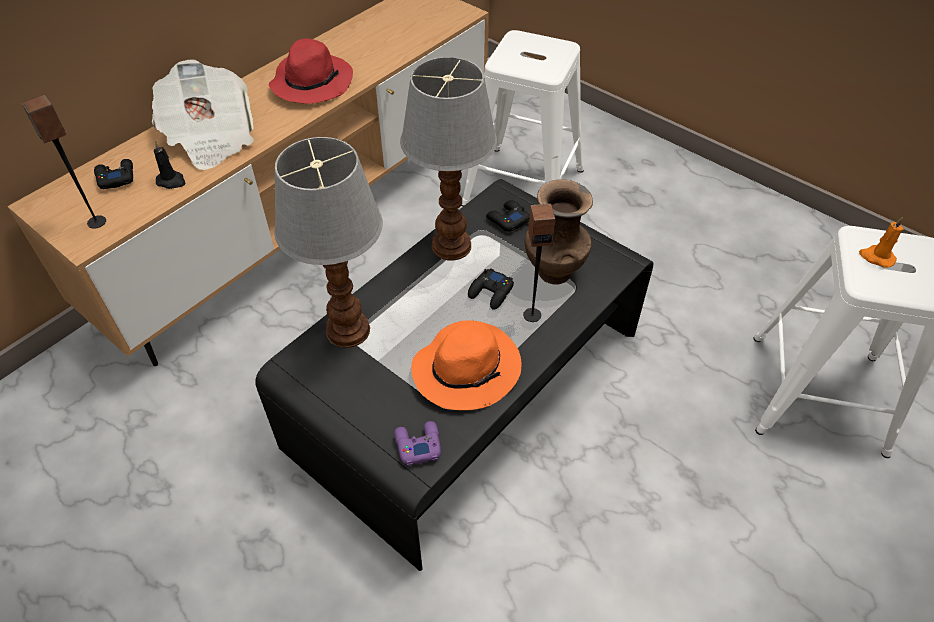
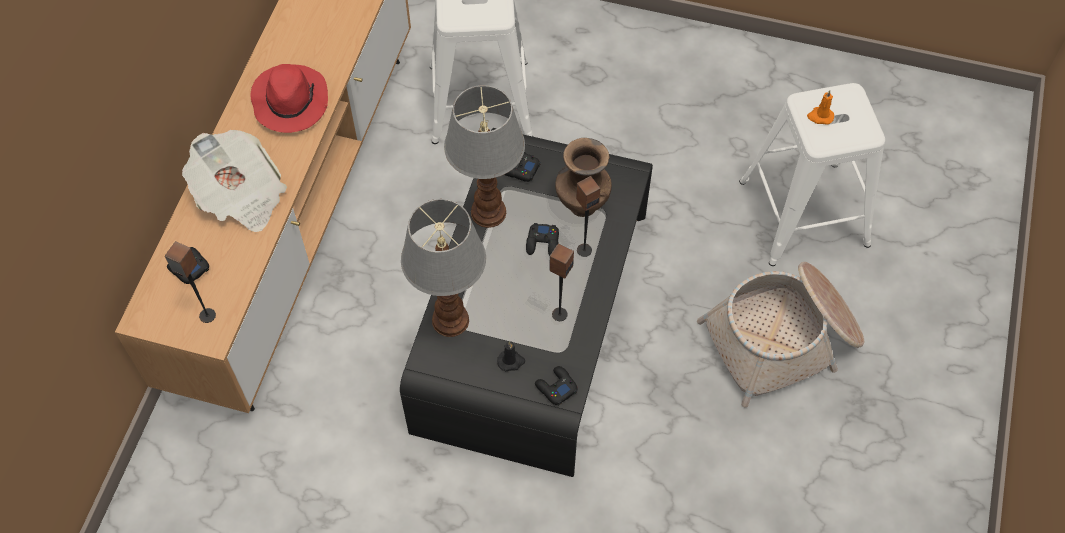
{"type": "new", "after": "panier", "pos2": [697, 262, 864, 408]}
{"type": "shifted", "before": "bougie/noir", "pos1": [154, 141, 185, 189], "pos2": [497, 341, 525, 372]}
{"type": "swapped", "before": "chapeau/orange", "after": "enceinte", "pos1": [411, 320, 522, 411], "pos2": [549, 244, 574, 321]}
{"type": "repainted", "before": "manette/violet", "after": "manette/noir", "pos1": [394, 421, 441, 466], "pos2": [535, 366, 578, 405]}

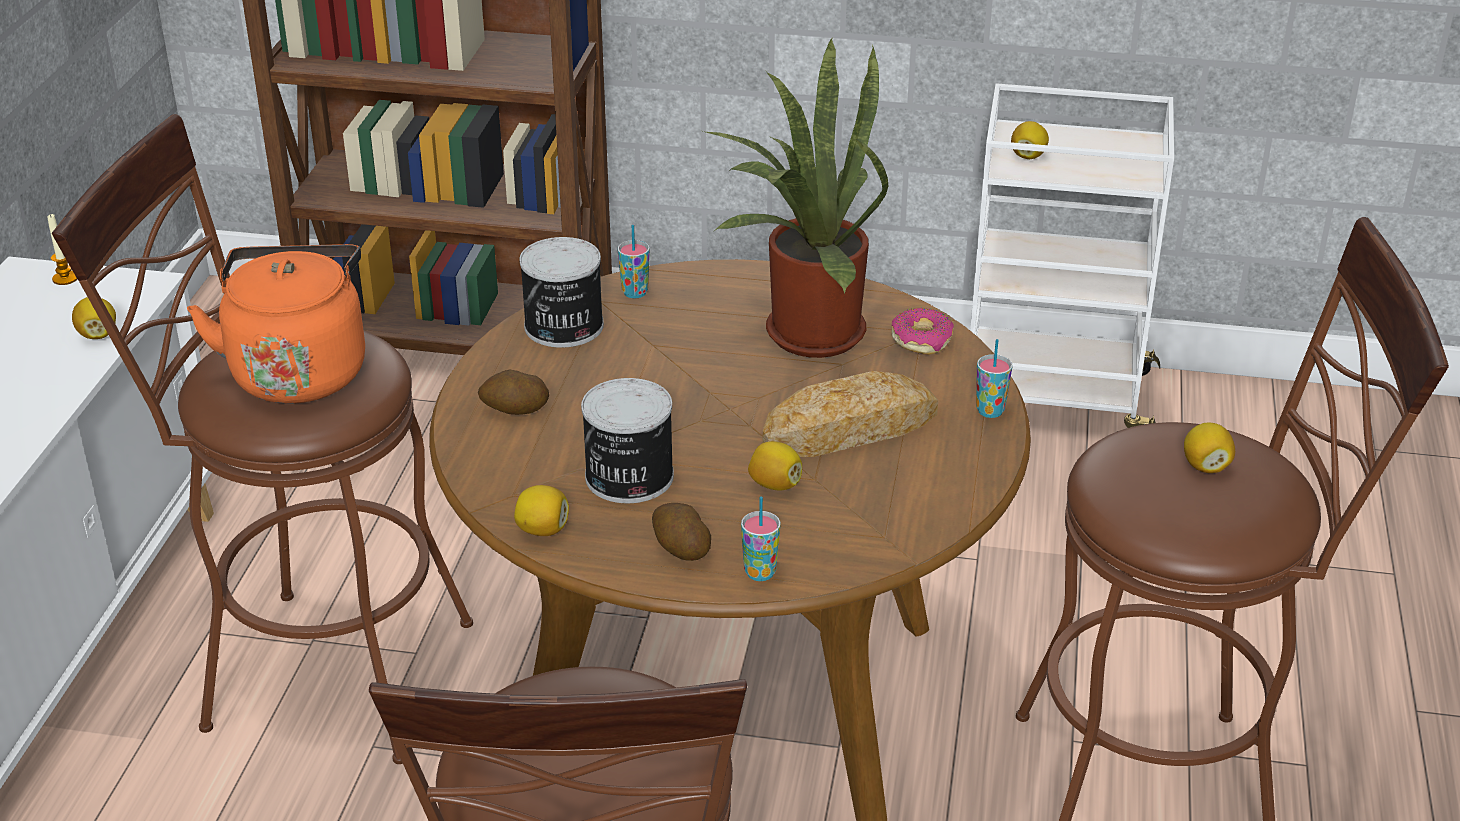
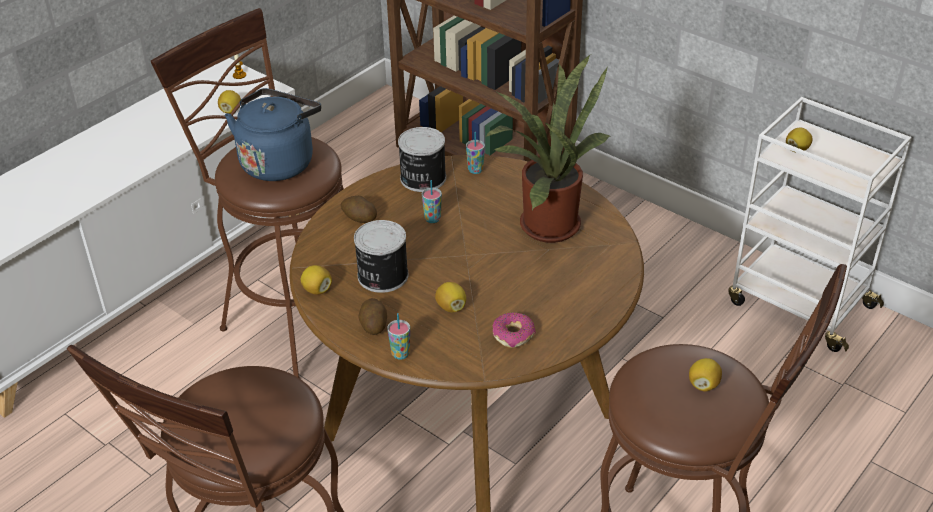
{"type": "gone", "before": "pain", "pos1": [763, 371, 938, 457]}
{"type": "shifted", "before": "beignet", "pos1": [891, 308, 954, 355], "pos2": [493, 312, 536, 348]}
{"type": "shifted", "before": "tasse", "pos1": [976, 339, 1013, 418], "pos2": [422, 180, 442, 223]}
{"type": "repainted", "before": "bouilloire/orange", "after": "bouilloire/bleu", "pos1": [187, 244, 365, 404], "pos2": [225, 88, 321, 181]}

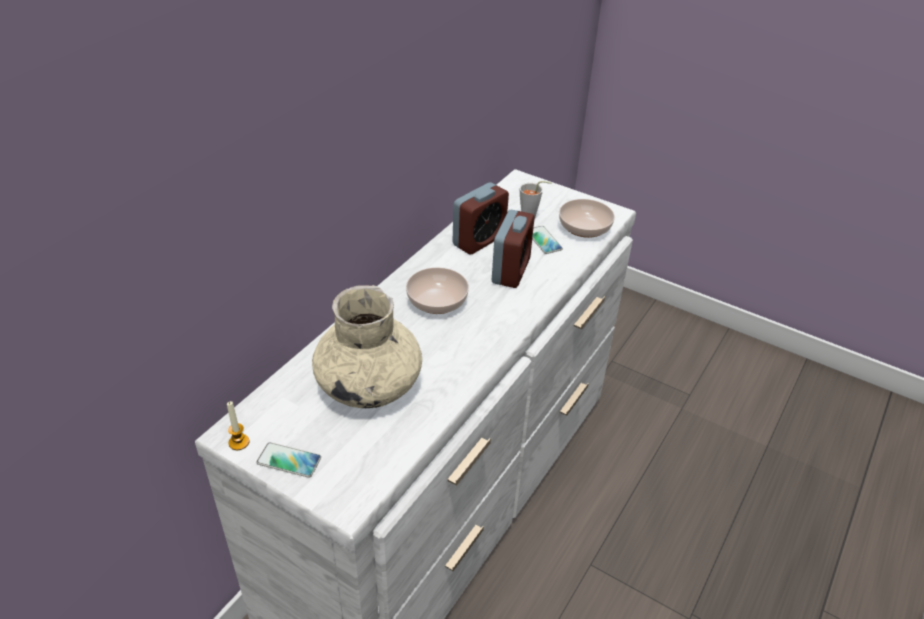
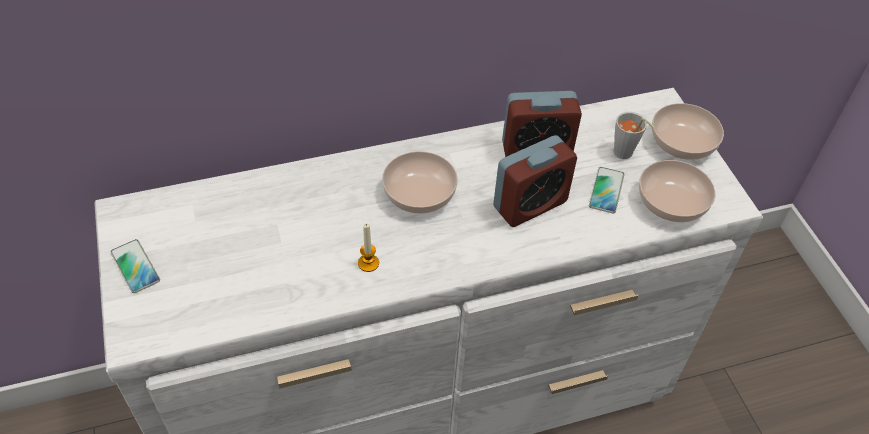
{"type": "gone", "before": "vase/beige", "pos1": [312, 285, 422, 408]}
{"type": "new", "after": "bol", "pos2": [652, 103, 724, 160]}
{"type": "shifted", "before": "bougie", "pos1": [227, 401, 249, 450], "pos2": [358, 224, 379, 272]}

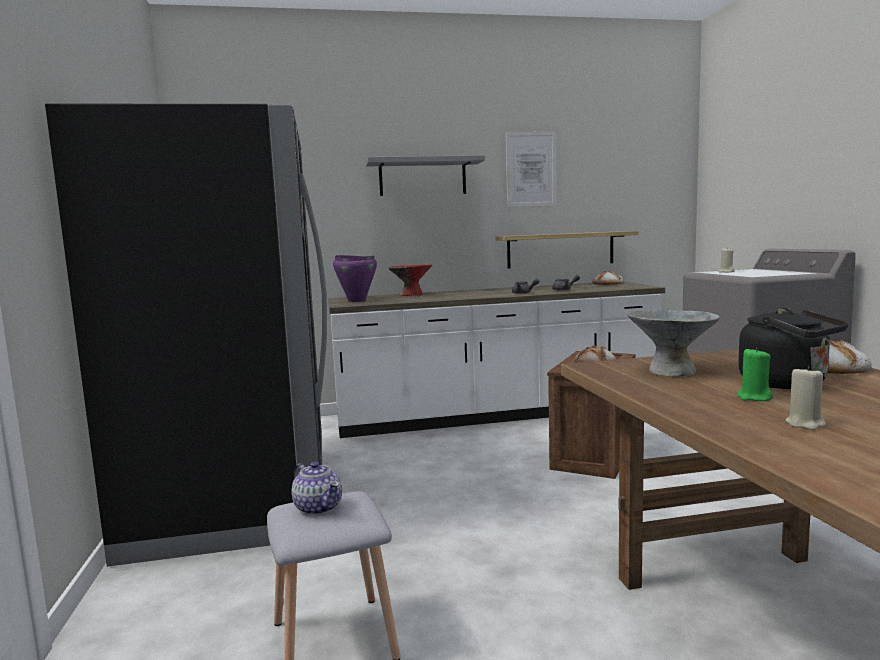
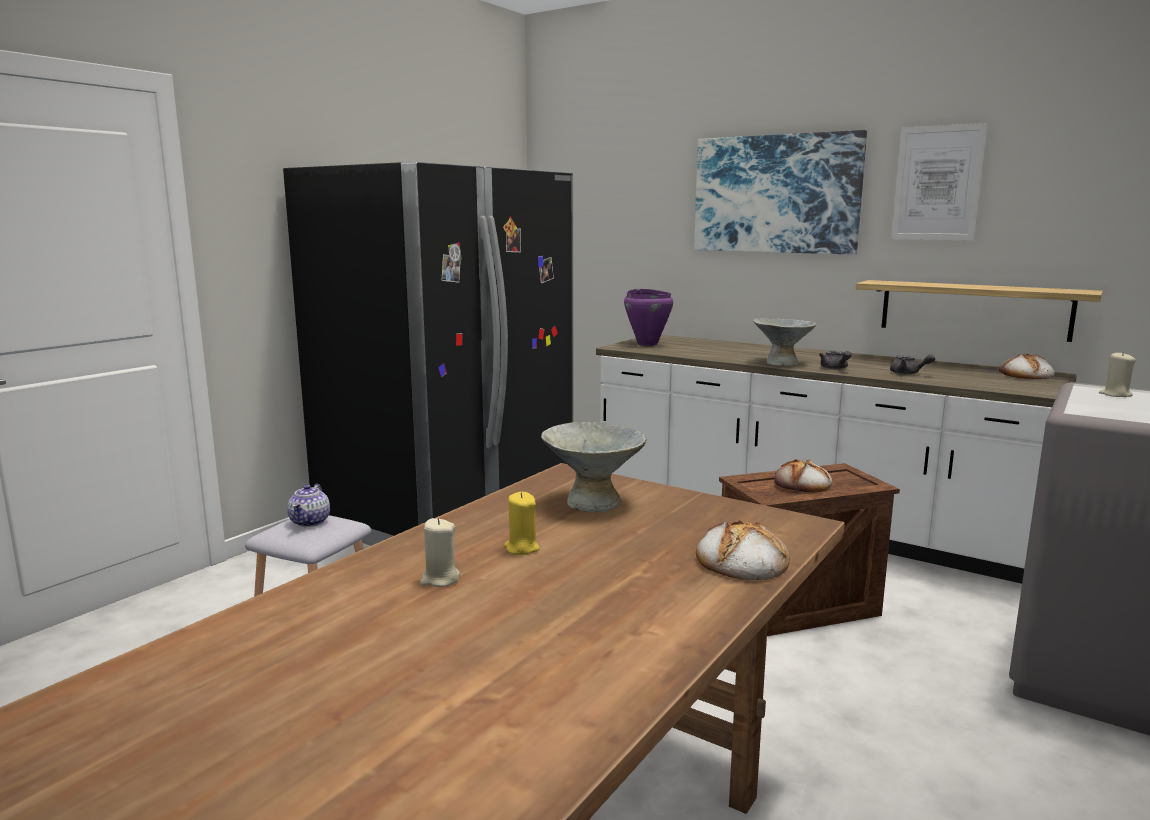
{"type": "gone", "before": "bol/rouge", "pos1": [389, 264, 432, 296]}
{"type": "gone", "before": "bouilloire/noir", "pos1": [738, 308, 848, 389]}
{"type": "new", "after": "bol/gris", "pos2": [753, 318, 816, 366]}
{"type": "swapped", "before": "étagère/gris", "after": "tableau", "pos1": [365, 155, 485, 196], "pos2": [694, 130, 867, 255]}
{"type": "repainted", "before": "bougie/vert", "after": "bougie/jaune", "pos1": [737, 347, 773, 401], "pos2": [504, 492, 540, 555]}

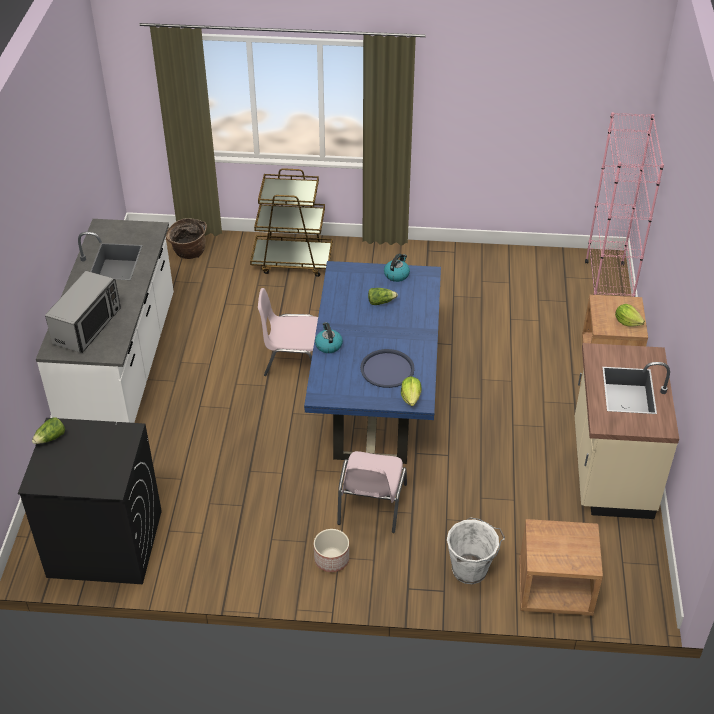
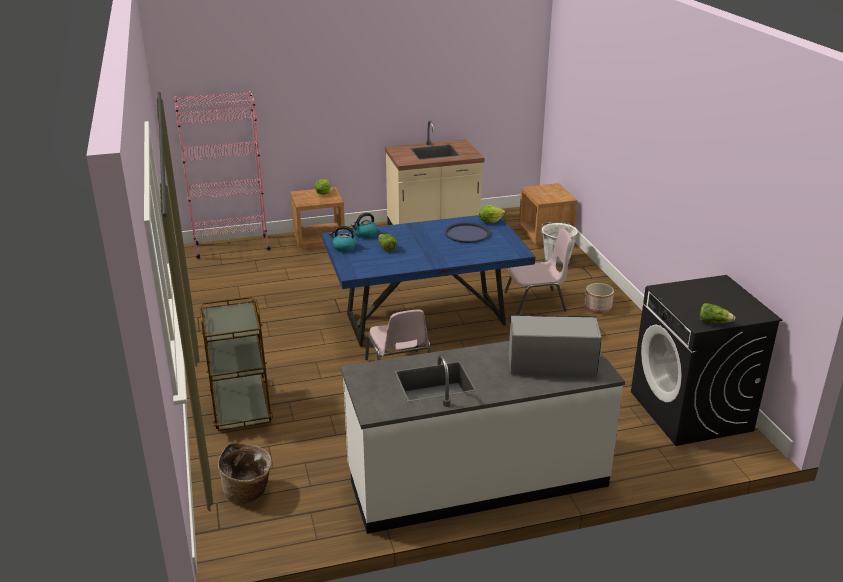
{"type": "shifted", "before": "bouilloire", "pos1": [315, 322, 343, 353], "pos2": [351, 213, 378, 238]}

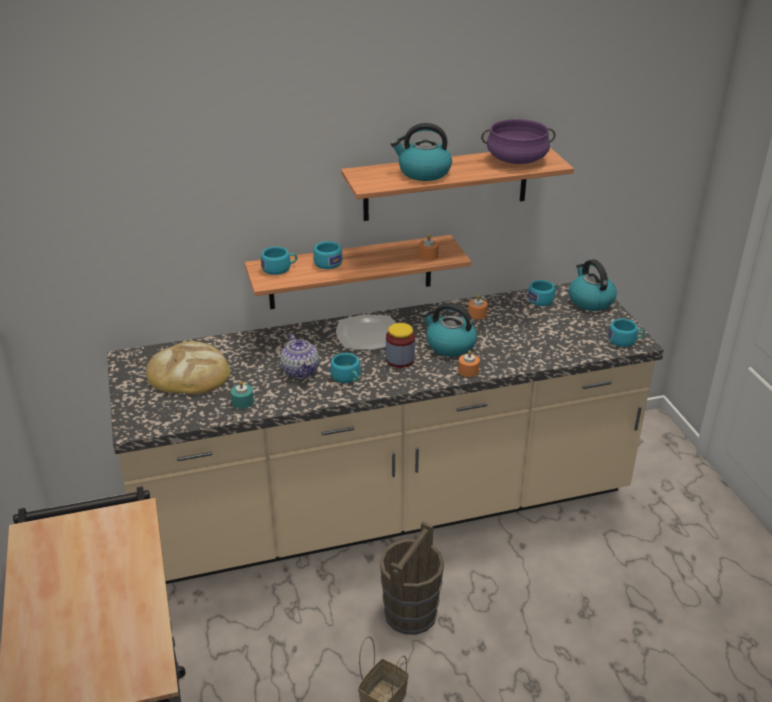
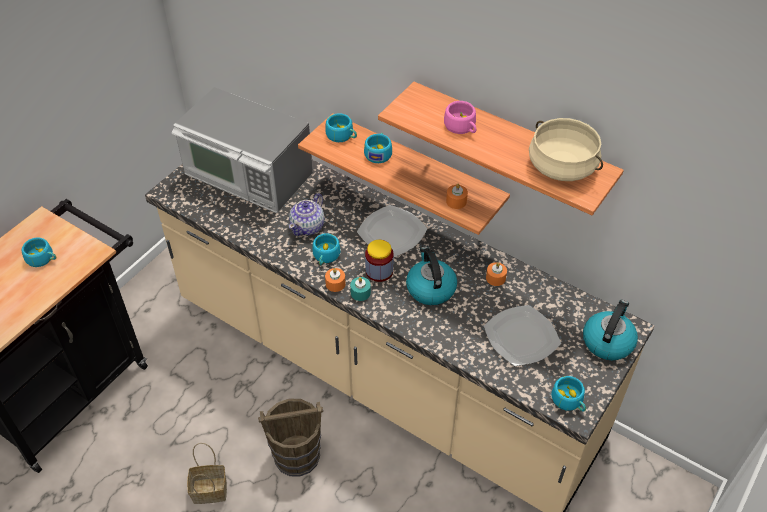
{"type": "new", "after": "assiette", "pos2": [484, 305, 561, 366]}
{"type": "shifted", "before": "bougie/turquoise", "pos1": [231, 381, 254, 409], "pos2": [350, 277, 371, 301]}
{"type": "shifted", "before": "bougie/orange", "pos1": [458, 350, 480, 377], "pos2": [325, 268, 346, 292]}
{"type": "shifted", "before": "tasse/turquoise", "pos1": [528, 280, 557, 306], "pos2": [21, 237, 56, 267]}
{"type": "swapped", "before": "pain", "after": "micro-ondes", "pos1": [146, 341, 230, 395], "pos2": [172, 87, 313, 213]}
{"type": "swapped", "before": "bouilloire", "after": "tasse/rose", "pos1": [391, 123, 452, 181], "pos2": [444, 101, 476, 134]}
{"type": "repainted", "before": "marmite/violet", "after": "marmite/beige", "pos1": [481, 119, 555, 164], "pos2": [529, 118, 603, 181]}

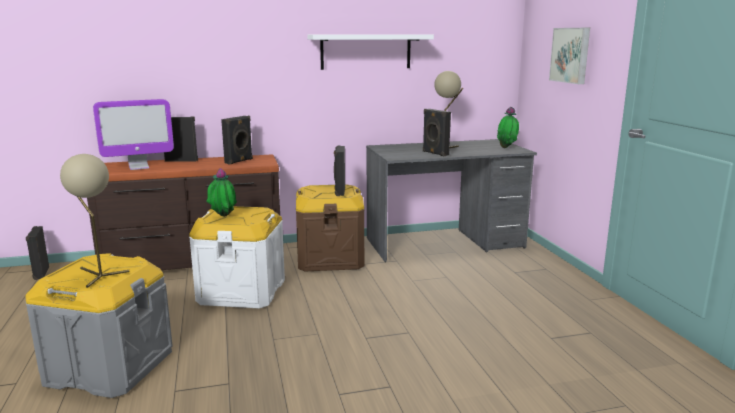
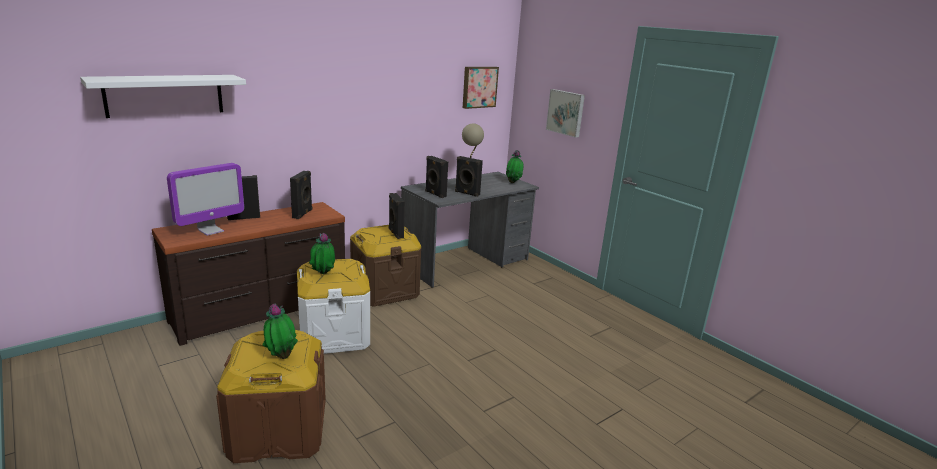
{"type": "new", "after": "tableau", "pos2": [463, 67, 499, 109]}
{"type": "shifted", "before": "enceinte/noir", "pos1": [26, 226, 49, 280], "pos2": [425, 156, 448, 198]}
{"type": "shifted", "before": "étagère/blanc", "pos1": [307, 34, 434, 70], "pos2": [80, 75, 246, 118]}
{"type": "swapped", "before": "lampe de table/beige", "after": "plante en pot", "pos1": [60, 154, 129, 288], "pos2": [263, 303, 298, 359]}
{"type": "repainted", "before": "boîte de rangement/gris", "after": "boîte de rangement/marron", "pos1": [25, 253, 173, 398], "pos2": [216, 330, 326, 463]}

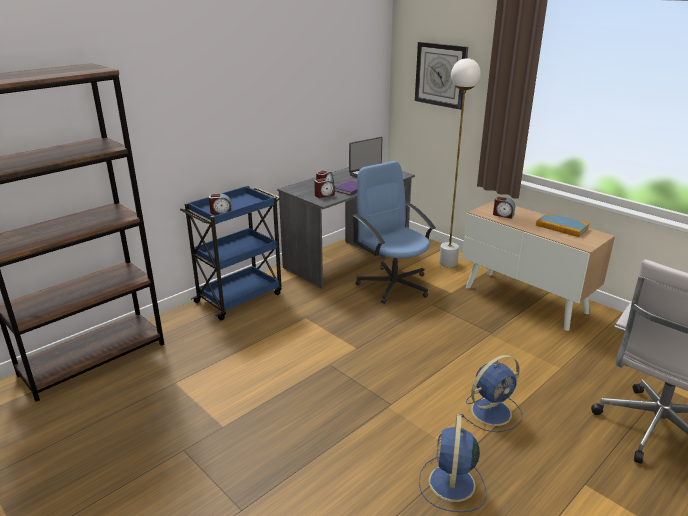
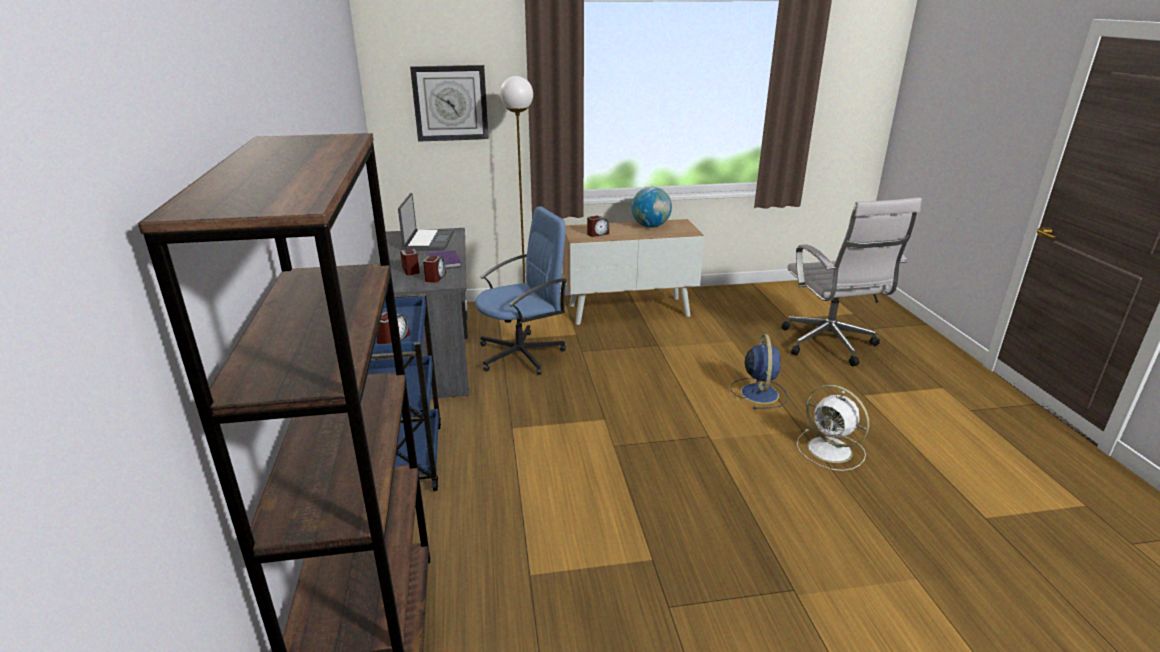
{"type": "swapped", "before": "livre", "after": "globe", "pos1": [536, 213, 589, 237], "pos2": [631, 187, 672, 228]}
{"type": "repainted", "before": "ventilateur/bleu", "after": "ventilateur/blanc", "pos1": [419, 414, 487, 512], "pos2": [797, 385, 869, 471]}
{"type": "rotated", "before": "chaise de bureau/bleu", "pos1": [352, 161, 436, 304], "pos2": [475, 206, 567, 375], "turn": 150}

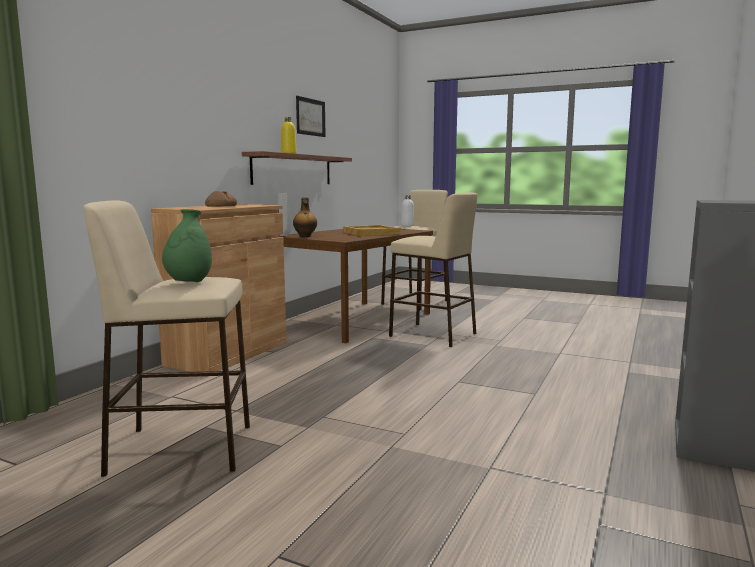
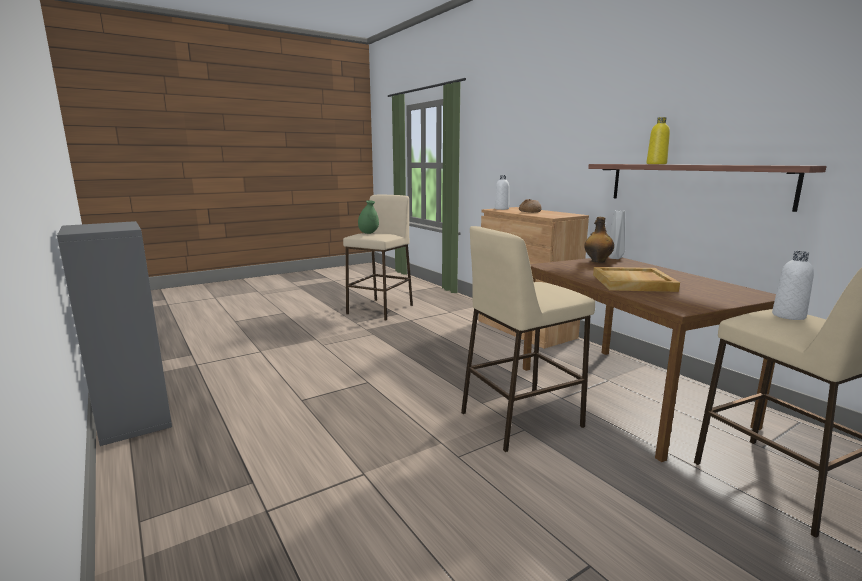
{"type": "gone", "before": "tableau", "pos1": [296, 96, 326, 137]}
{"type": "new", "after": "bouteille/blanc", "pos2": [495, 175, 509, 210]}

